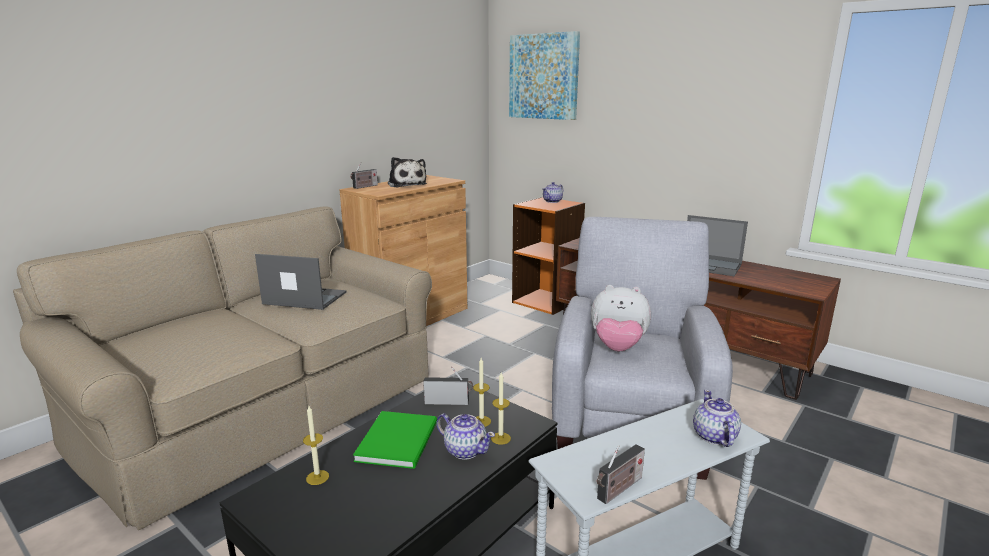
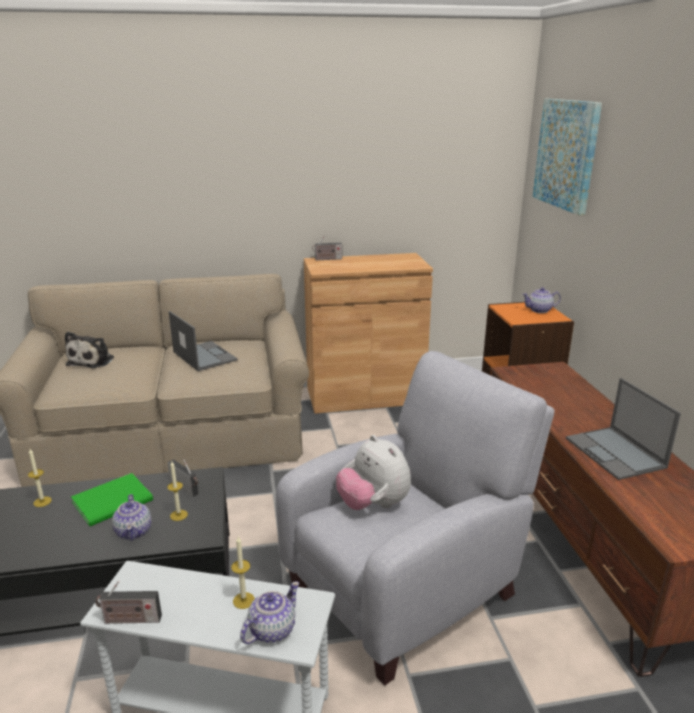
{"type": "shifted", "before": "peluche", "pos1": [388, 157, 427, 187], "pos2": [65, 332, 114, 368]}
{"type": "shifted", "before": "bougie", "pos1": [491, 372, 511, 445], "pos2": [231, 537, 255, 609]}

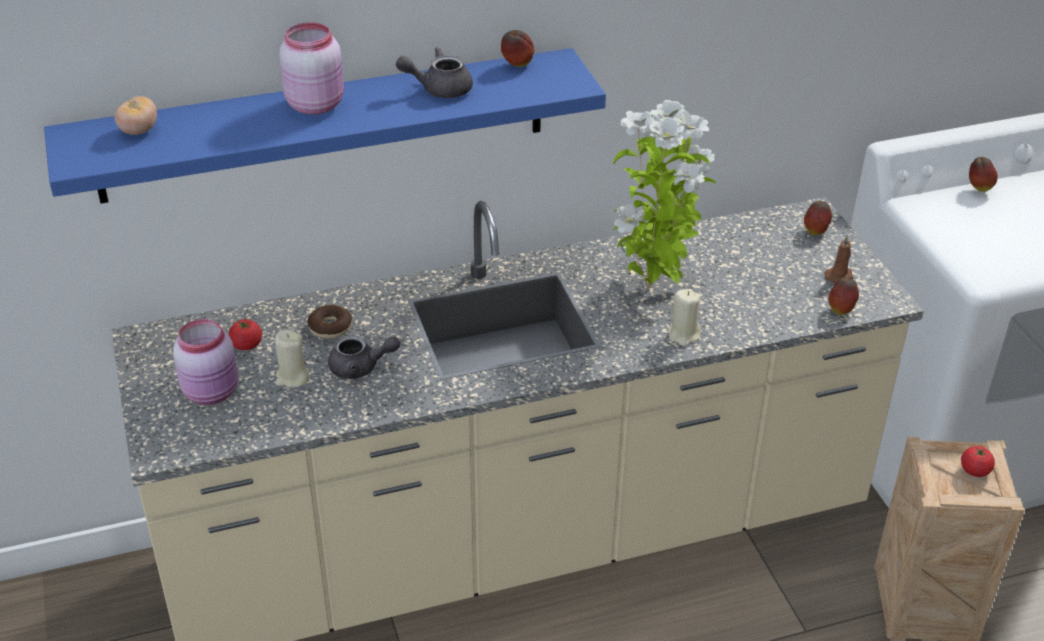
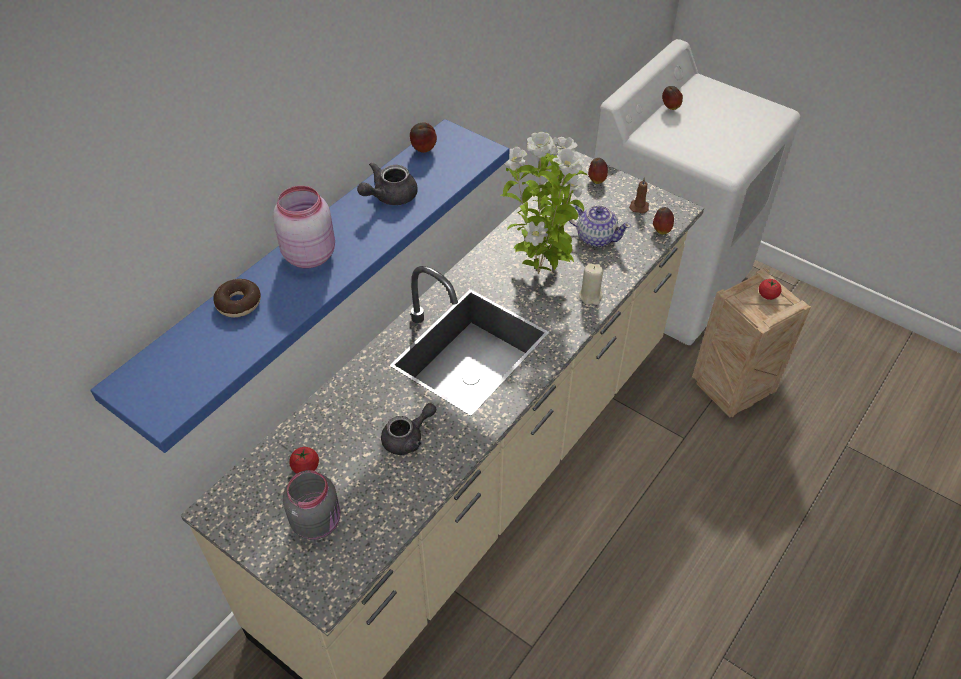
{"type": "gone", "before": "tomate", "pos1": [114, 96, 157, 135]}
{"type": "gone", "before": "bougie/beige", "pos1": [275, 330, 310, 388]}
{"type": "new", "after": "théière", "pos2": [569, 205, 631, 247]}
{"type": "shifted", "before": "beignet", "pos1": [307, 305, 352, 339], "pos2": [213, 279, 261, 317]}
{"type": "repainted", "before": "bocal/rose", "after": "bocal/gris", "pos1": [173, 319, 238, 405], "pos2": [283, 470, 341, 540]}

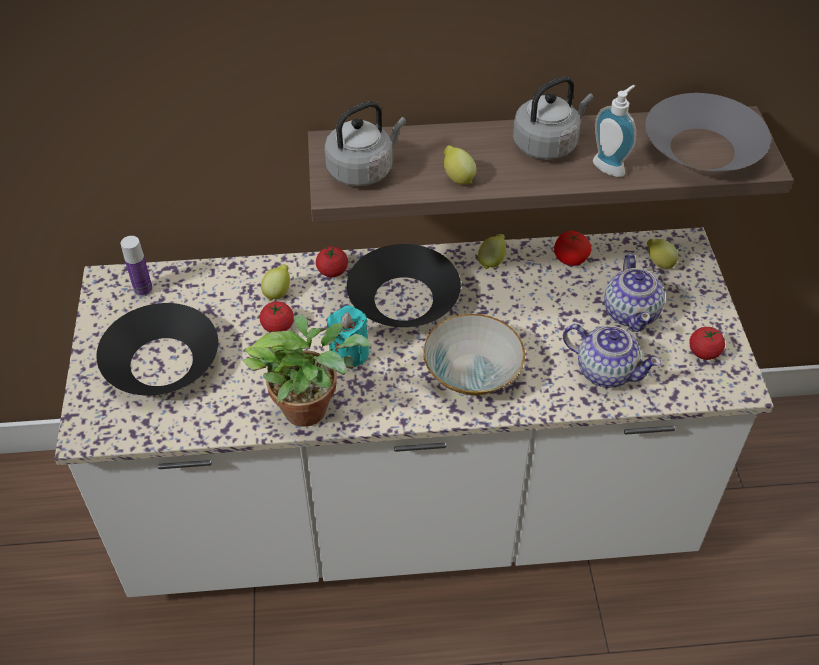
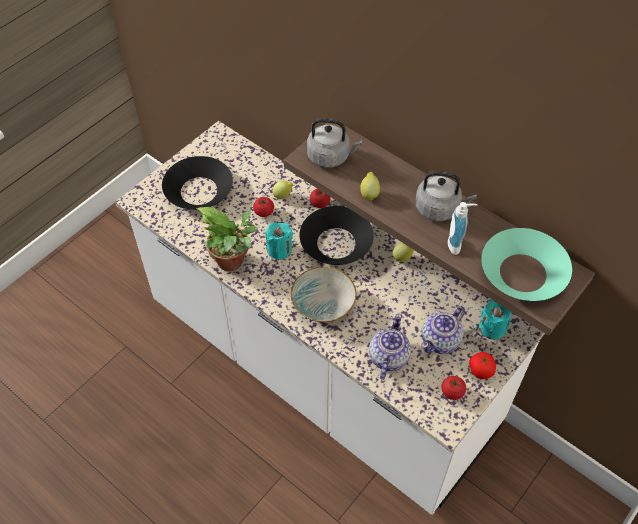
{"type": "gone", "before": "bouteille", "pos1": [121, 236, 153, 297]}
{"type": "shifted", "before": "tomate", "pos1": [554, 231, 592, 266], "pos2": [469, 352, 496, 379]}
{"type": "swapped", "before": "citron", "after": "bougie/turquoise", "pos1": [647, 239, 678, 269], "pos2": [479, 299, 511, 339]}
{"type": "repainted", "before": "bol/gris", "after": "bol/turquoise", "pos1": [645, 93, 771, 171], "pos2": [481, 228, 572, 301]}
{"type": "rotated", "before": "théière", "pos1": [563, 324, 661, 388], "pos2": [369, 314, 411, 380], "turn": -150}

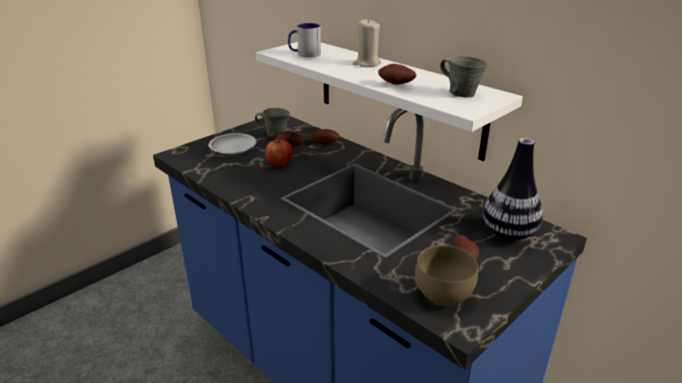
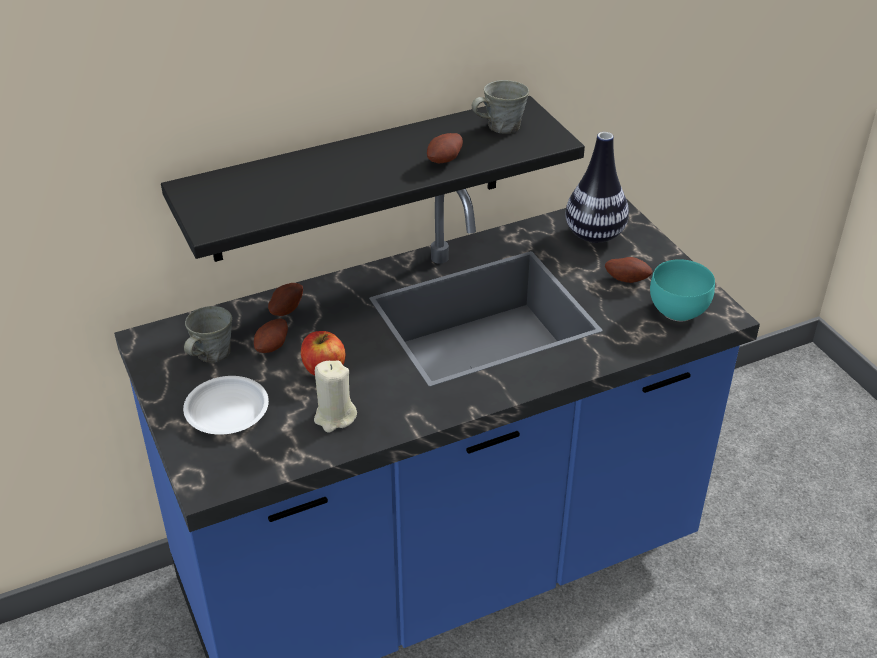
{"type": "gone", "before": "mug", "pos1": [288, 23, 321, 57]}
{"type": "shifted", "before": "bougie/beige", "pos1": [353, 18, 381, 67], "pos2": [314, 360, 357, 432]}
{"type": "repainted", "before": "étagère/blanc", "after": "étagère/noir", "pos1": [256, 42, 523, 161], "pos2": [161, 96, 585, 262]}
{"type": "repainted", "before": "bol/marron", "after": "bol/turquoise", "pos1": [415, 245, 478, 306], "pos2": [650, 259, 715, 321]}

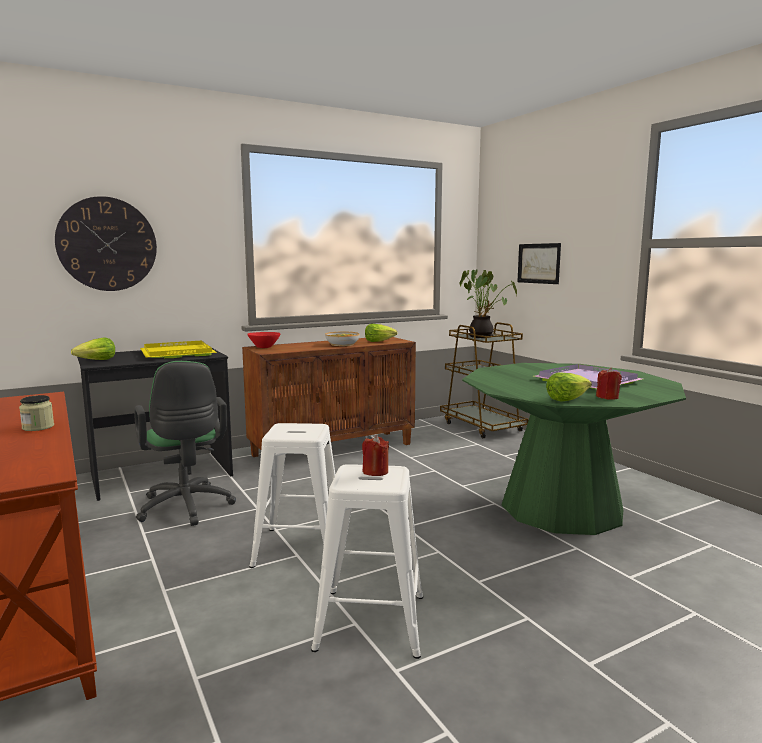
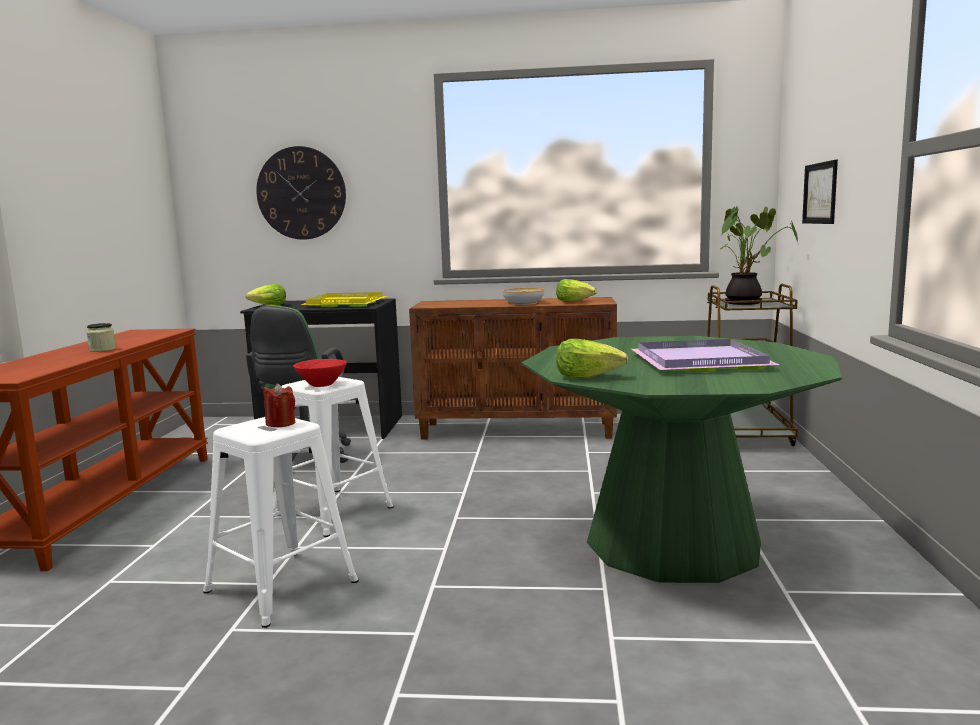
{"type": "gone", "before": "bougie/rouge", "pos1": [596, 368, 622, 400]}
{"type": "shifted", "before": "bol/rouge", "pos1": [247, 332, 280, 348], "pos2": [294, 359, 347, 387]}

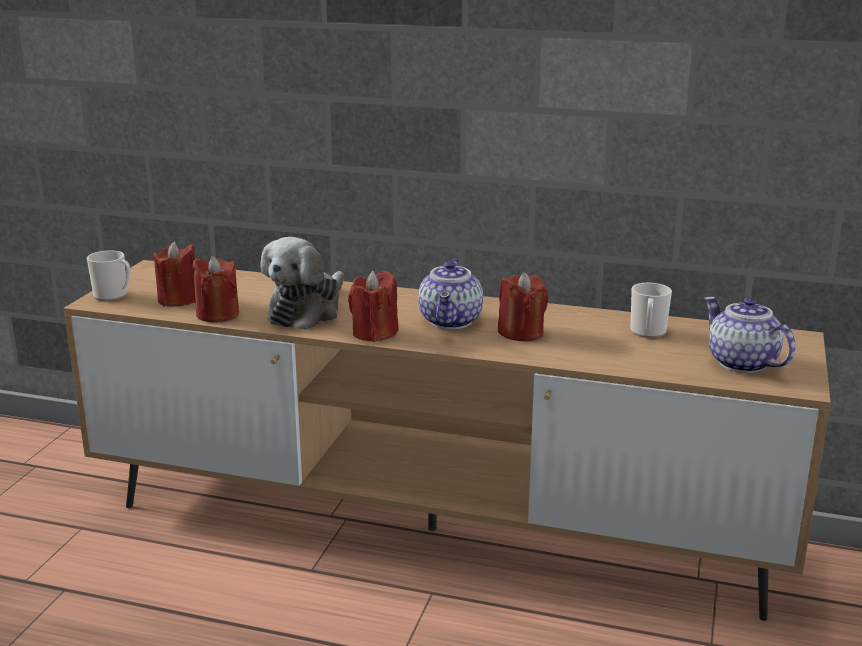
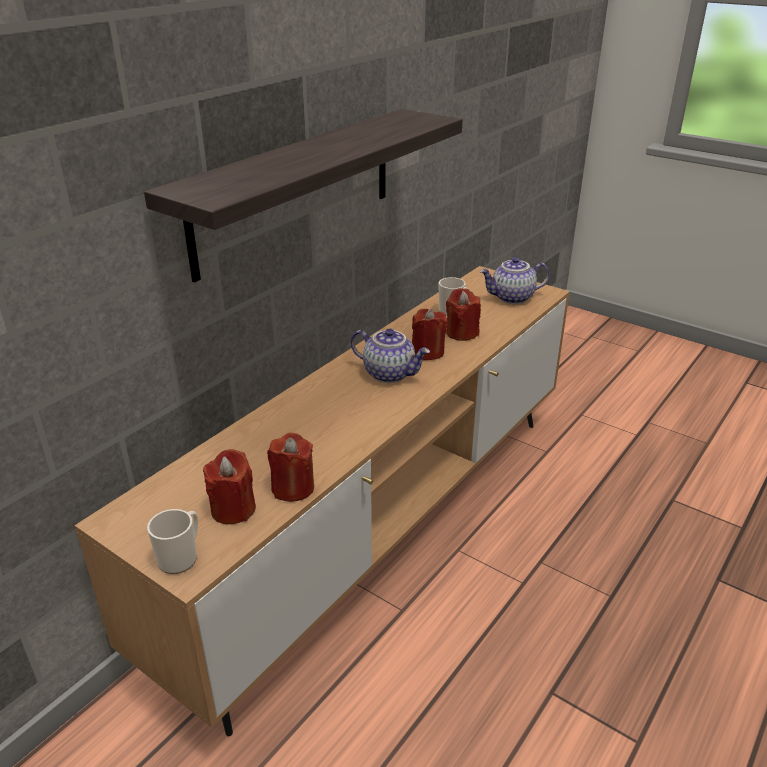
{"type": "gone", "before": "peluche", "pos1": [261, 237, 344, 330]}
{"type": "new", "after": "étagère", "pos2": [144, 109, 463, 283]}
{"type": "shifted", "before": "bougie/rouge", "pos1": [348, 271, 398, 342], "pos2": [446, 288, 481, 341]}

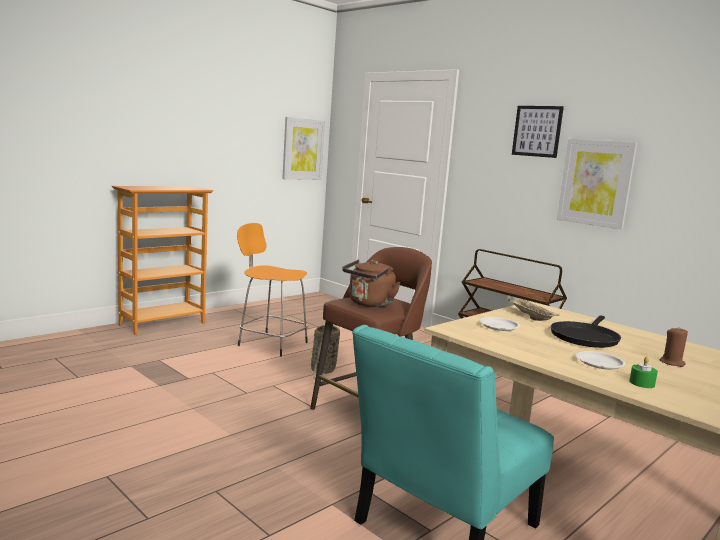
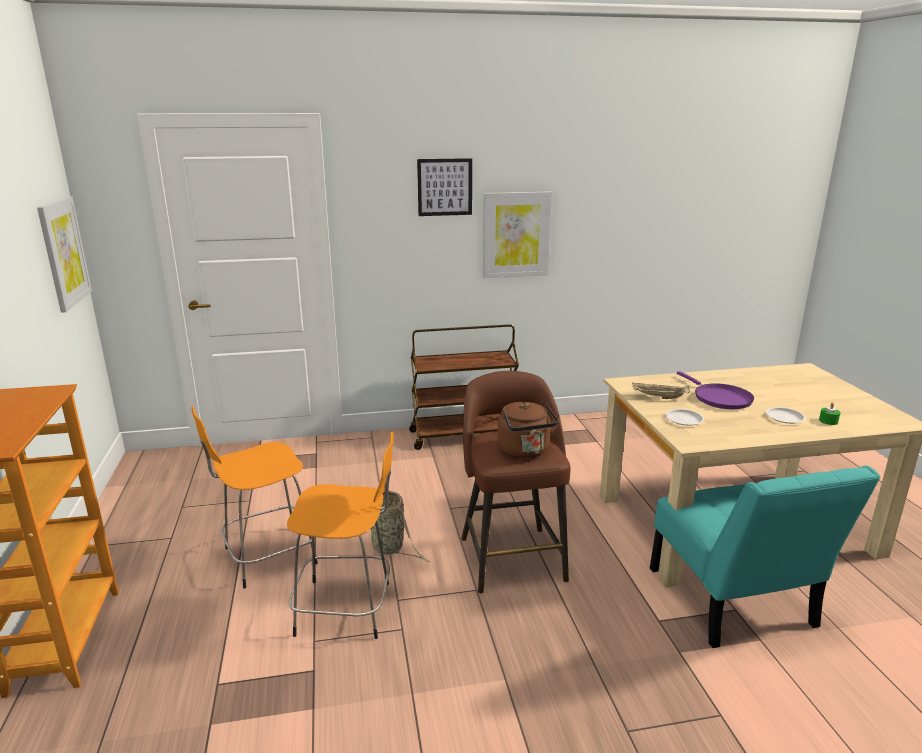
{"type": "gone", "before": "bougie/marron", "pos1": [659, 327, 688, 367]}
{"type": "new", "after": "tabouret/orange", "pos2": [287, 432, 394, 639]}
{"type": "repainted", "before": "poêle/noir", "after": "poêle/violet", "pos1": [551, 315, 621, 348], "pos2": [677, 371, 754, 409]}

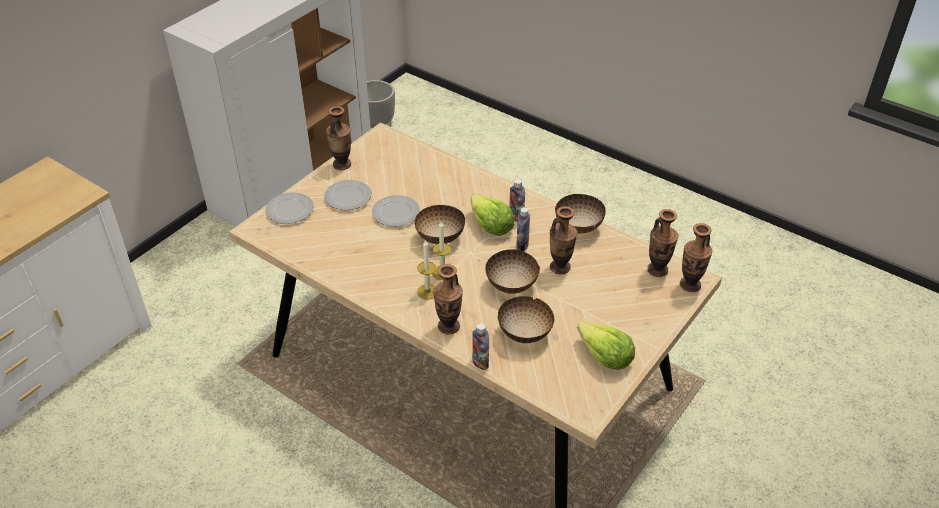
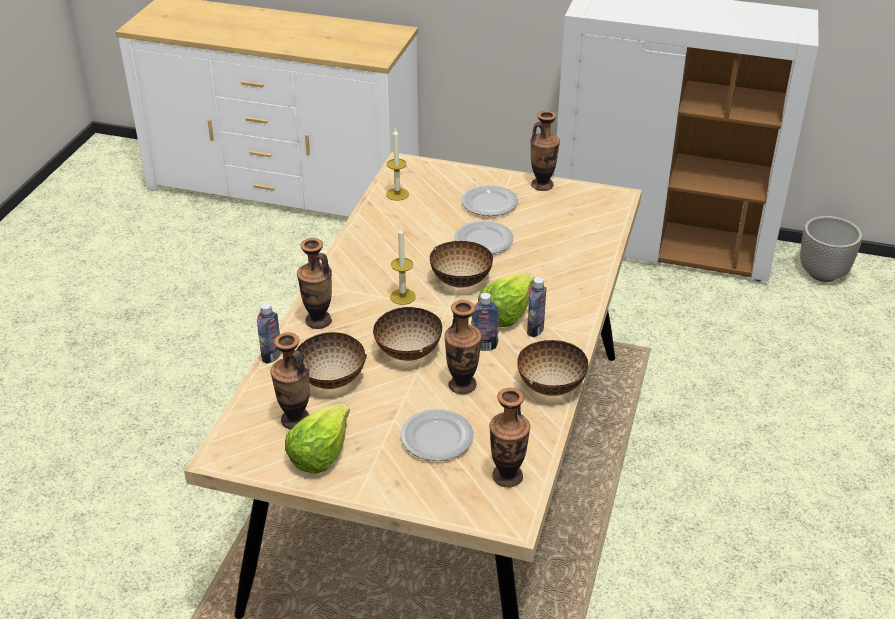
{"type": "shifted", "before": "assiette", "pos1": [265, 192, 314, 224], "pos2": [400, 409, 473, 461]}
{"type": "shifted", "before": "bougie", "pos1": [417, 240, 436, 300], "pos2": [386, 128, 409, 201]}
{"type": "shifted", "before": "vase", "pos1": [680, 223, 712, 292], "pos2": [270, 333, 310, 430]}

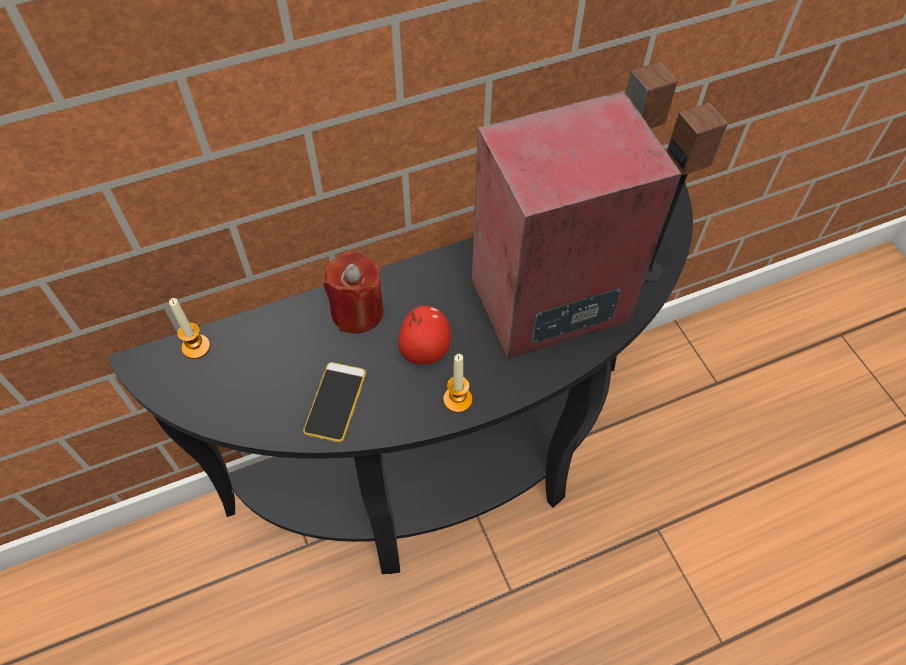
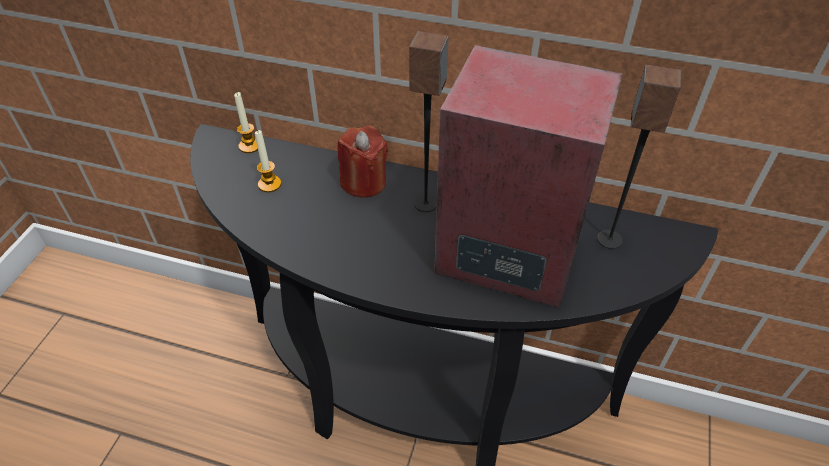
{"type": "gone", "before": "téléphone", "pos1": [303, 362, 366, 442]}
{"type": "gone", "before": "pomme", "pos1": [398, 306, 451, 365]}
{"type": "shifted", "before": "bougie", "pos1": [443, 354, 473, 413], "pos2": [255, 130, 281, 192]}
{"type": "shifted", "before": "enceinte", "pos1": [645, 103, 728, 282], "pos2": [409, 31, 449, 212]}

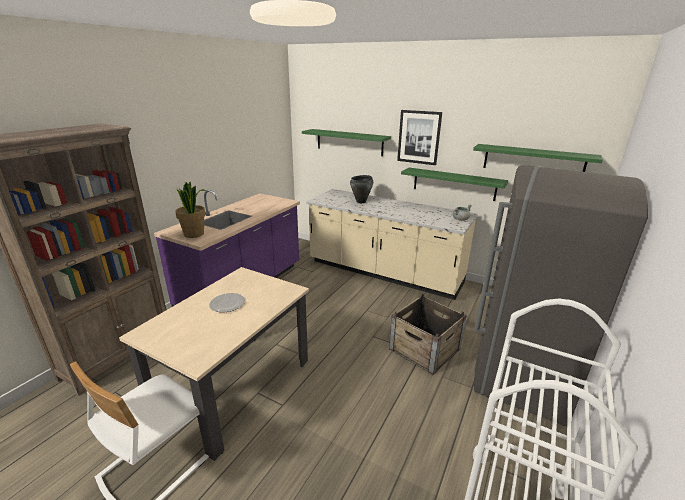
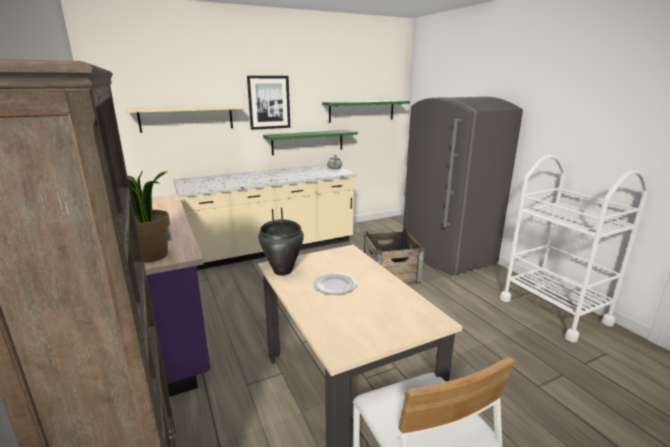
{"type": "shifted", "before": "marmite/noir", "pos1": [350, 175, 373, 203], "pos2": [258, 219, 304, 276]}
{"type": "repainted", "before": "étagère/vert", "after": "étagère/beige", "pos1": [302, 129, 391, 156], "pos2": [125, 105, 245, 133]}

